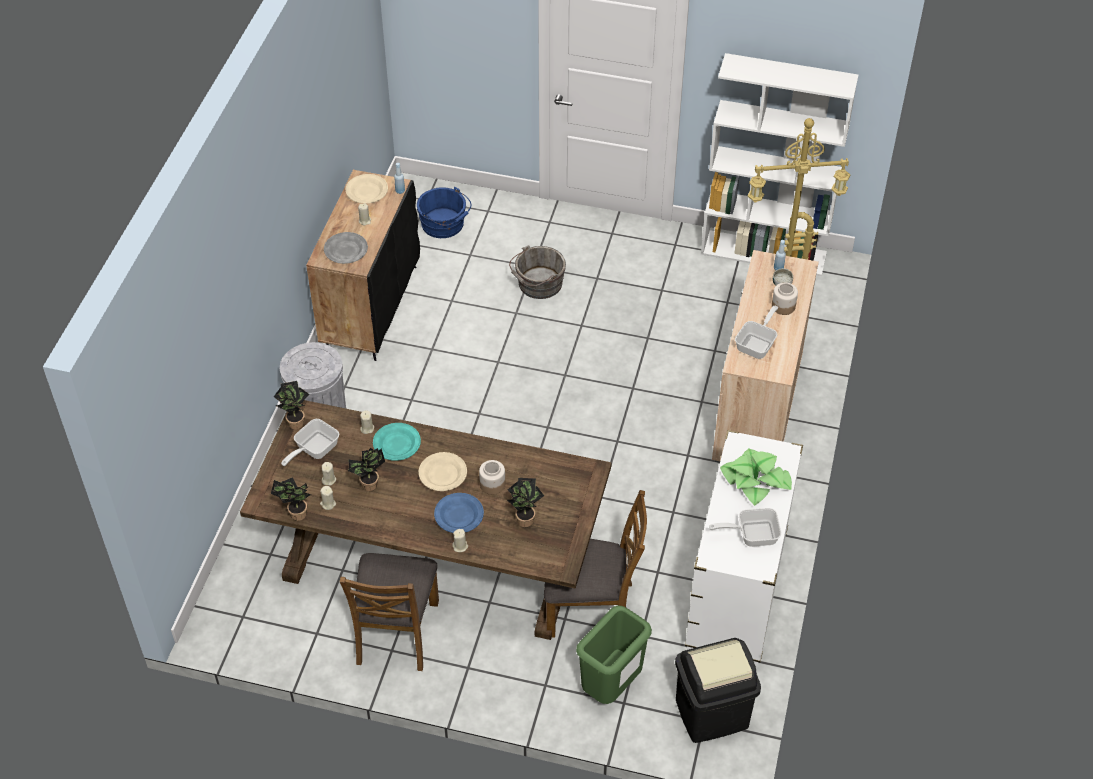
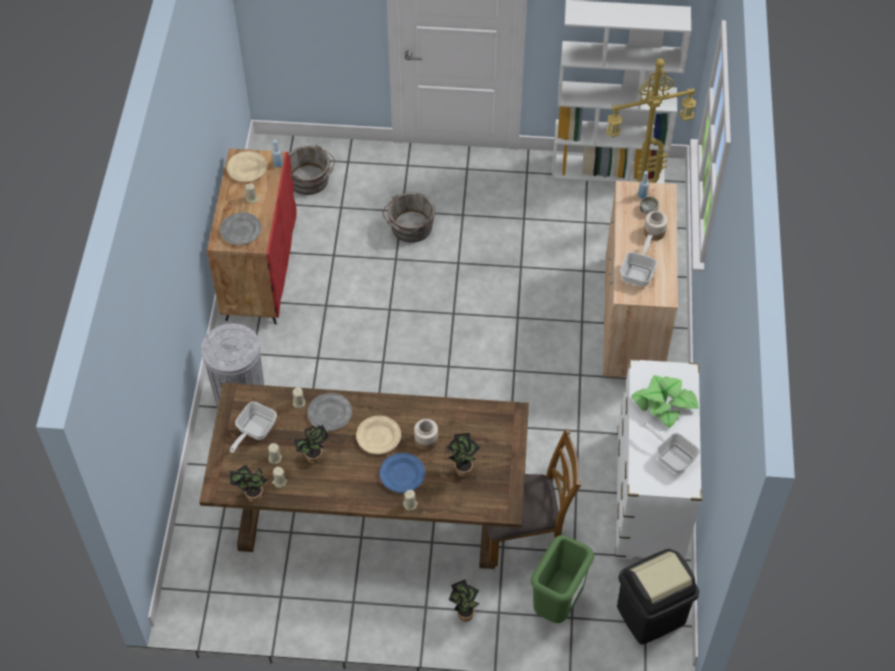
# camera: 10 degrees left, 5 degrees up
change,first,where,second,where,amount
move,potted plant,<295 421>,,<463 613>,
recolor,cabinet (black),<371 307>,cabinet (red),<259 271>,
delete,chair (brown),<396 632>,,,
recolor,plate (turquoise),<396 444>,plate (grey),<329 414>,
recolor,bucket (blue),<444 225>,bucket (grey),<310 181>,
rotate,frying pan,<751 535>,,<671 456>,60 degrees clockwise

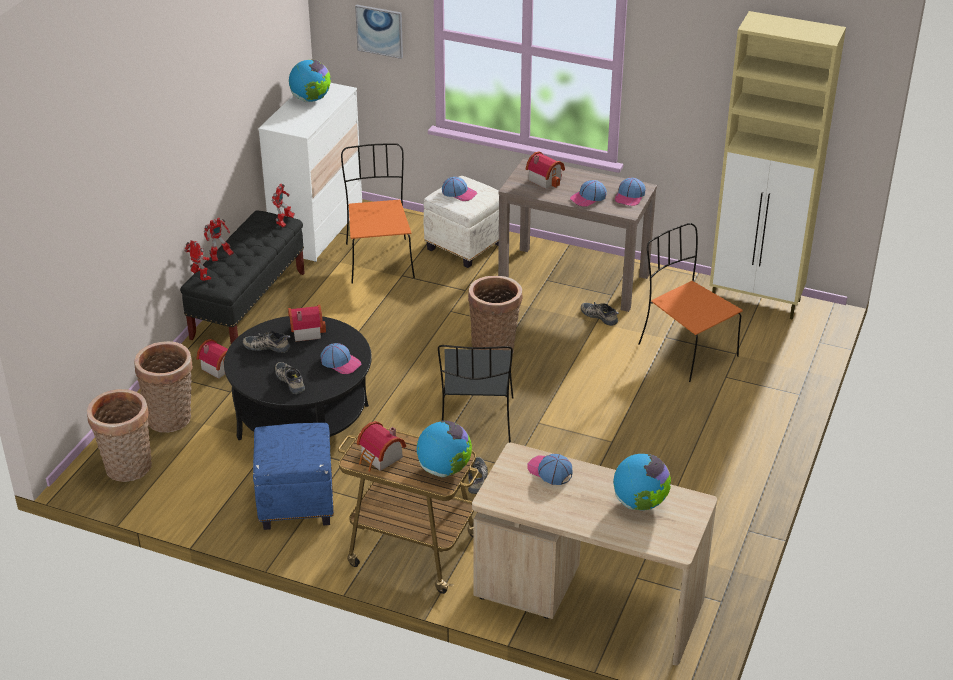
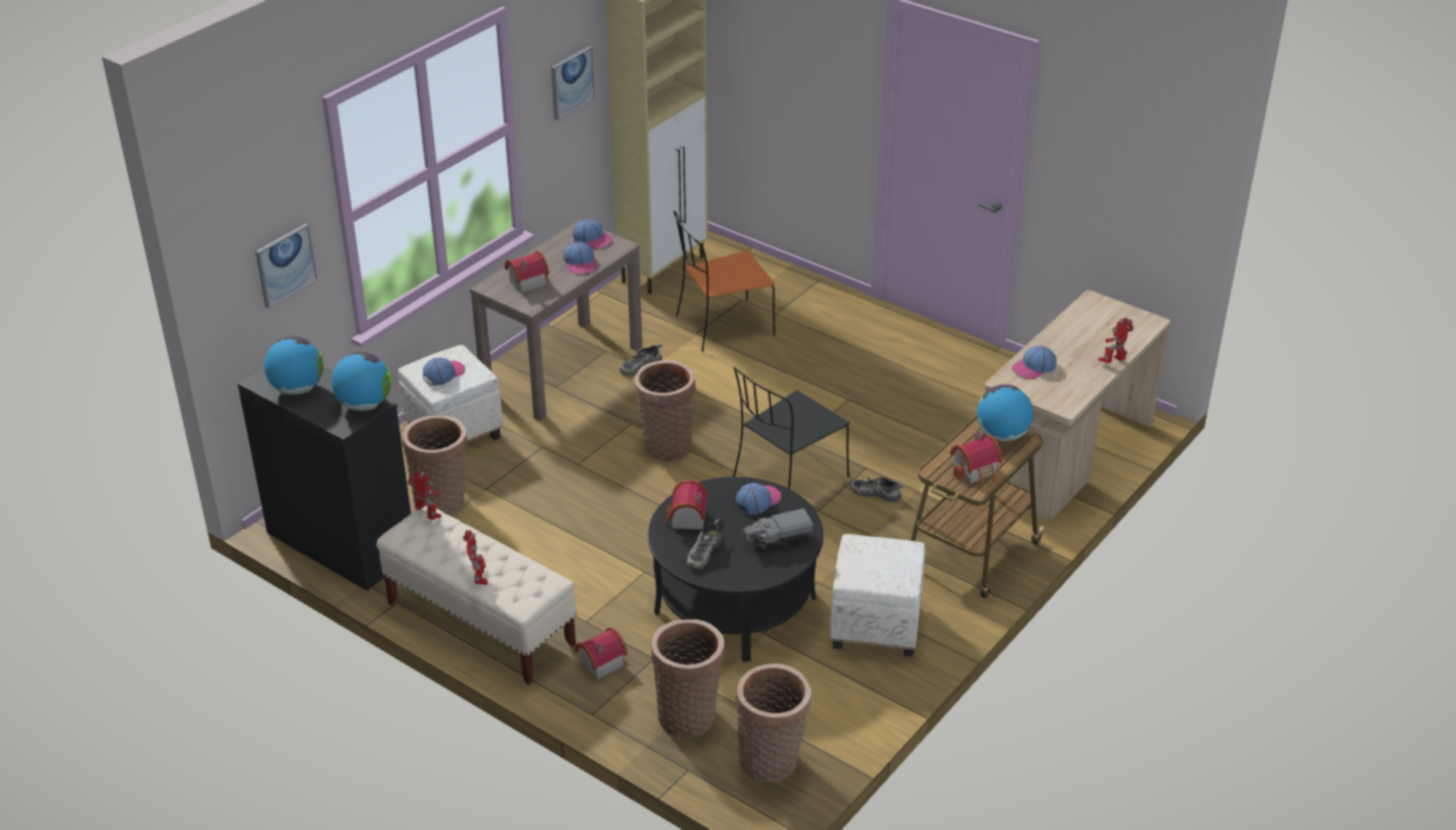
# camera: 75 degrees left, 0 degrees up
change,first,where,second,where,amount
recolor,bench (black),<248 305>,bench (beige),<480 624>,
move,toy robot,<201 278>,,<1113 362>,
recolor,ottoman (blue),<295 502>,ottoman (white),<874 627>,
recolor,dresser (white),<317 229>,dresser (black),<341 544>,
replace,shoe,<291 381>,toy truck,<777 541>,
replace,chair (orange),<379 260>,basket,<442 502>,
rotate,chair (black),<476 424>,,<788 479>,120 degrees clockwise
move,globe,<640 503>,,<364 405>,
insert,,,picture,<571 82>,

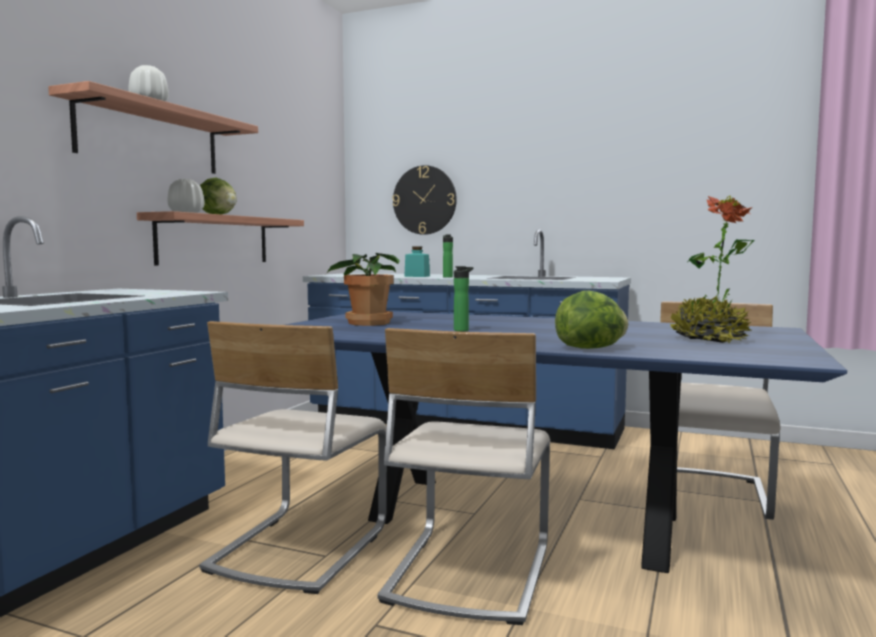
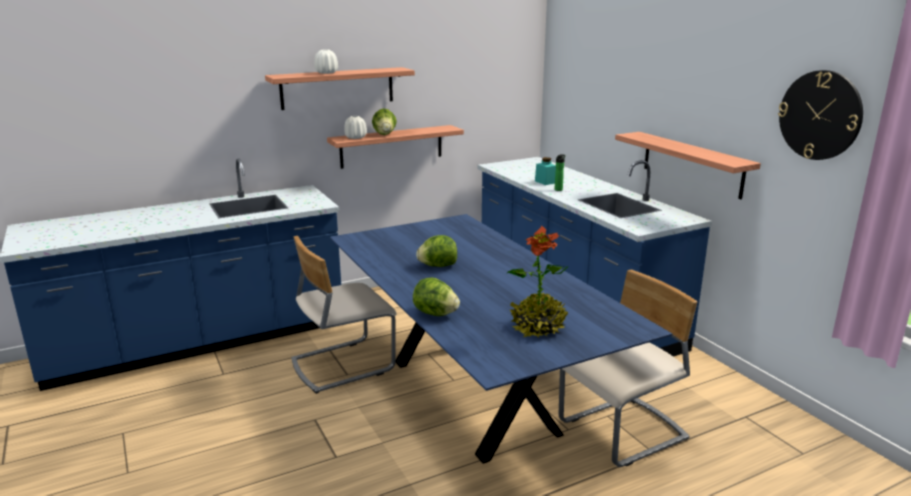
# camera: 40 degrees right, 15 degrees up
change,first,where,second,where,amount
delete,potted plant,<367 323>,,,
delete,chair (beige),<467 572>,,,
move,wall clock,<424 200>,,<820 115>,
replace,bottle,<462 330>,lettuce,<438 266>,
insert,,,shelf,<692 164>,

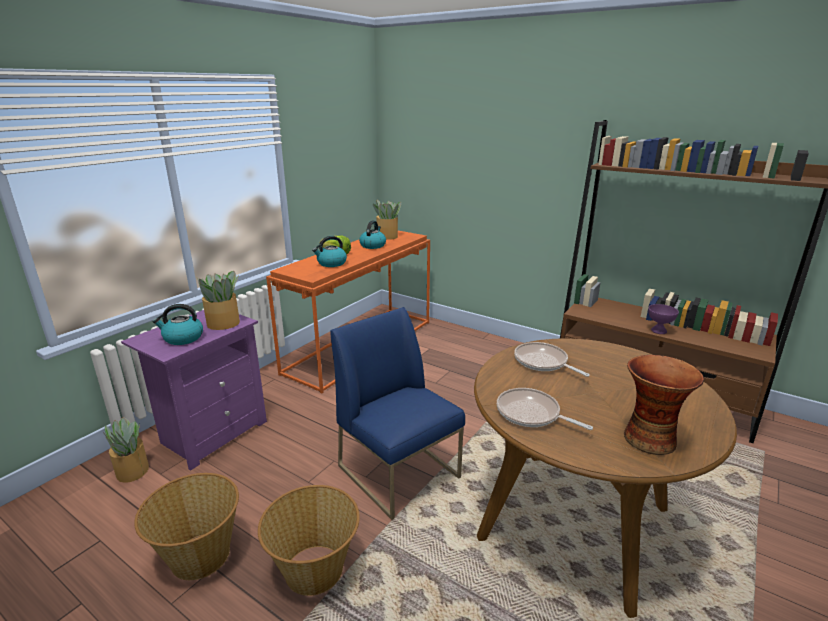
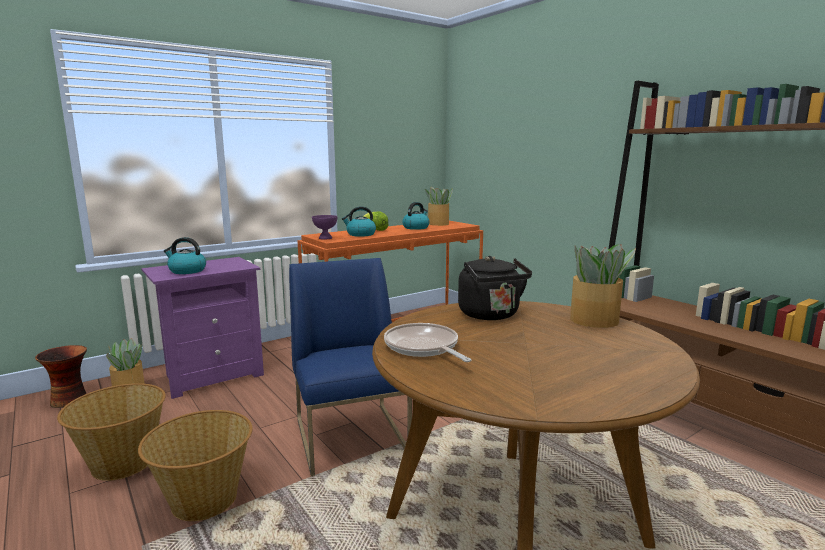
# camera: 20 degrees right, 10 degrees down
change,first,where,second,where,amount
move,potted plant,<224 323>,,<595 320>,
replace,frying pan,<543 362>,kettle (black),<491 315>,
move,vase,<648 438>,,<70 400>,
move,bowl (purple),<659 331>,,<326 238>,

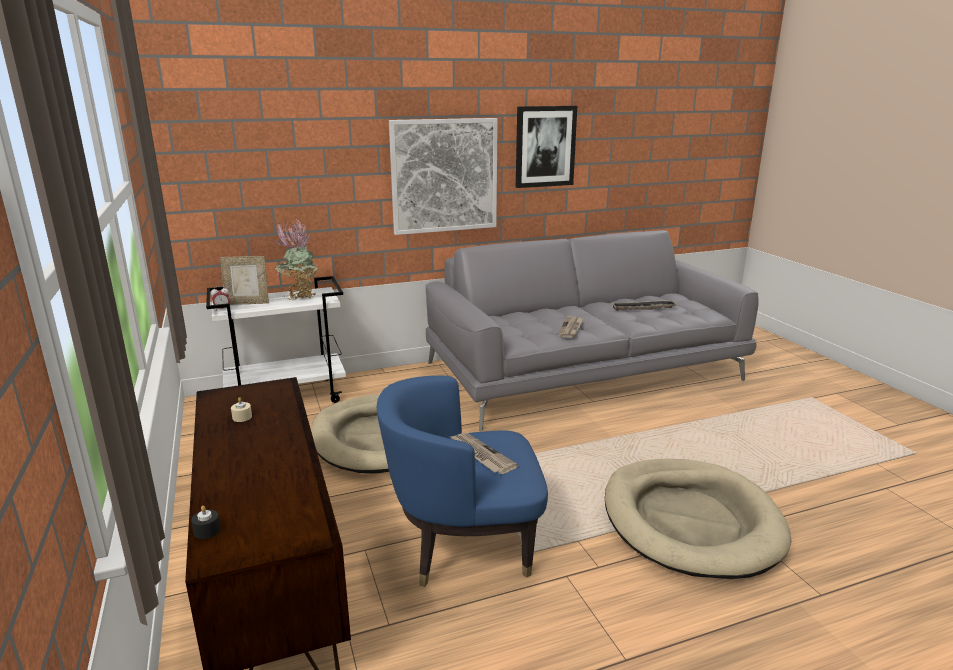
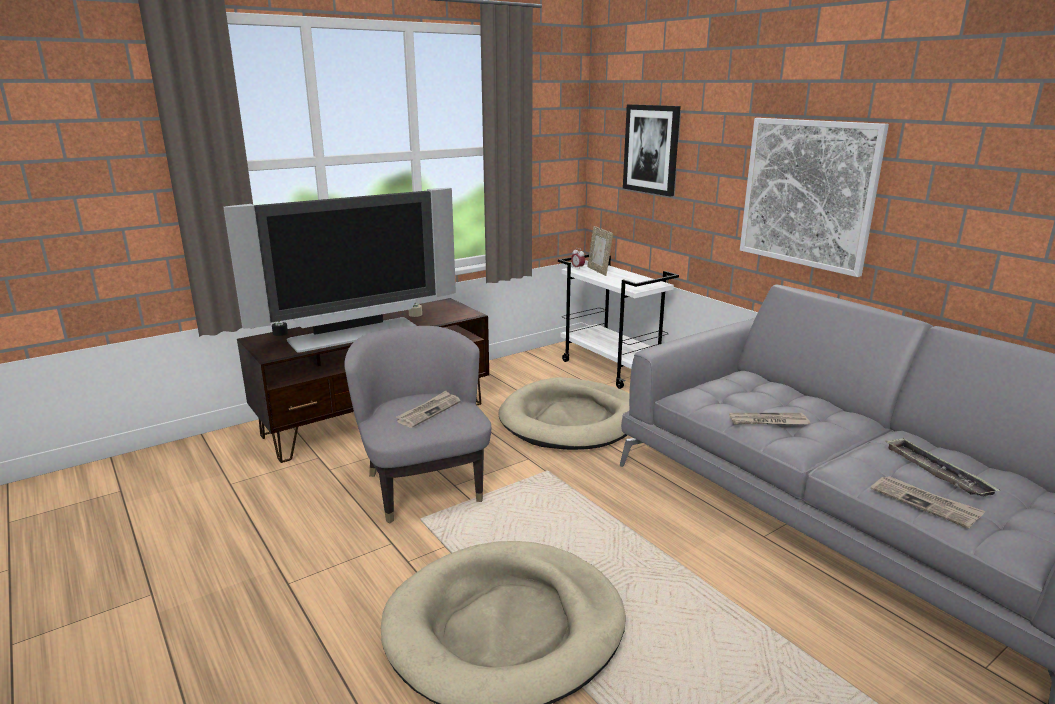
# camera: 75 degrees right, 0 degrees up
change,first,where,second,where,amount
delete,potted plant,<299 296>,,,
recolor,armchair (blue),<464 545>,armchair (grey),<423 485>,
move,picture,<545 146>,,<651 149>,
insert,,,television,<355 335>,
insert,,,newspaper,<925 503>,

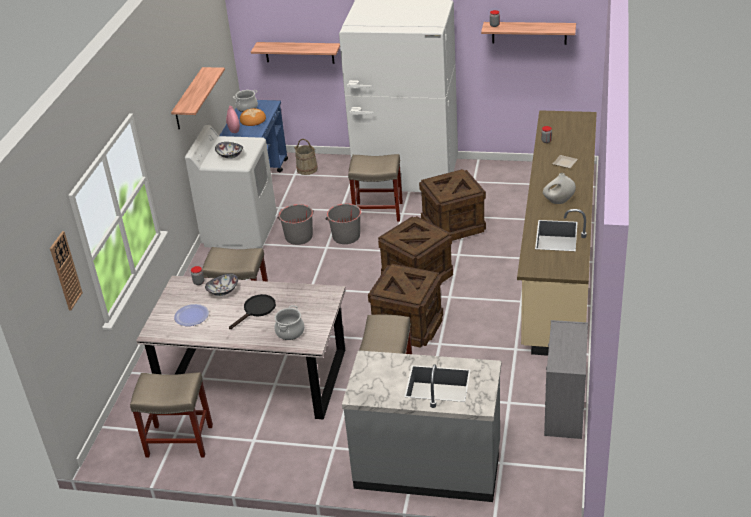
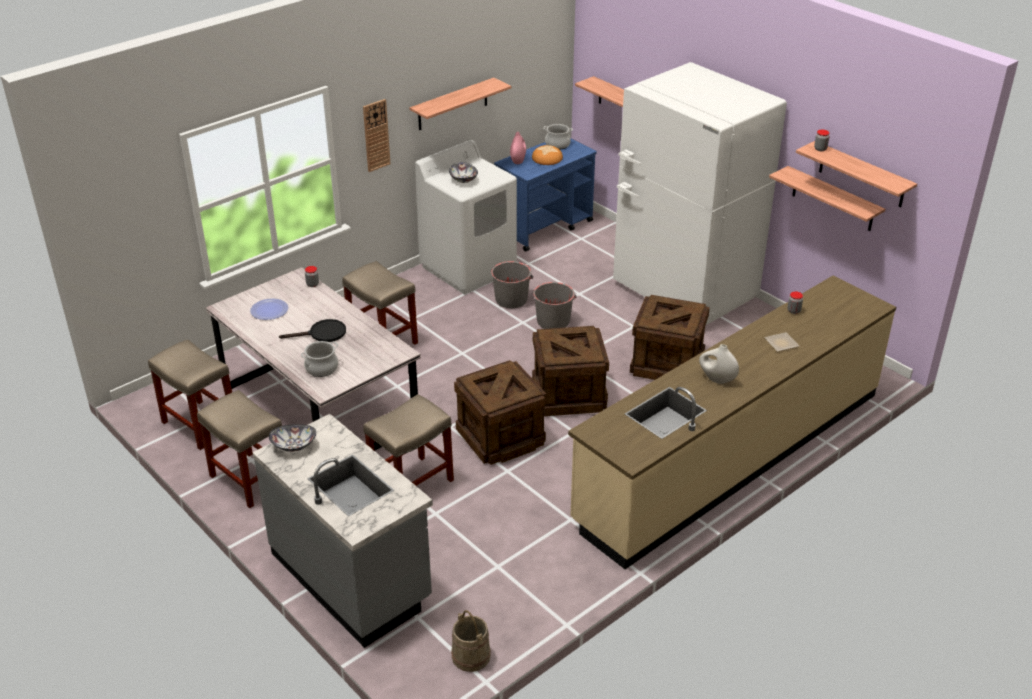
# camera: 35 degrees right, 0 degrees up
change,first,where,second,where,amount
move,wall clock,<65 271>,,<376 135>,
move,bowl,<223 291>,,<294 446>,
move,bucket (beige),<307 169>,,<470 656>,
move,stool (beige),<377 212>,,<249 479>,
delete,dresser (grey),<564 411>,,,
insert,,,shelf,<833 199>,

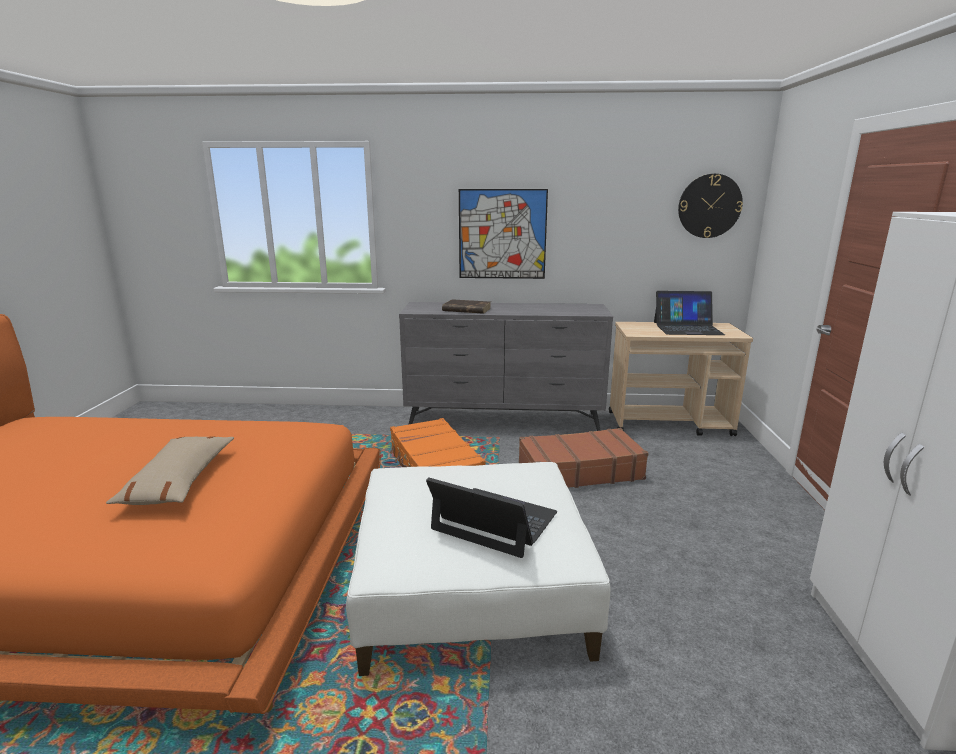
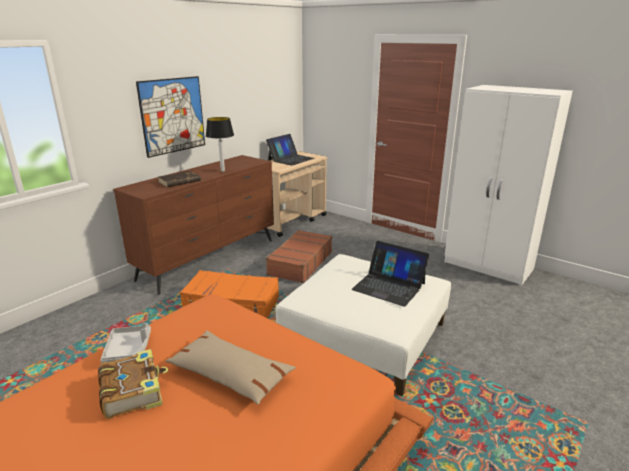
# camera: 55 degrees left, 5 degrees up
change,first,where,second,where,amount
recolor,dresser (grey),<504 421>,dresser (brown),<209 259>,
rotate,laptop,<494 521>,,<389 286>,120 degrees counterclockwise
delete,wall clock,<709 206>,,,
insert,,,book,<133 391>,
insert,,,tray (grey),<128 350>,
insert,,,table lamp,<222 171>,

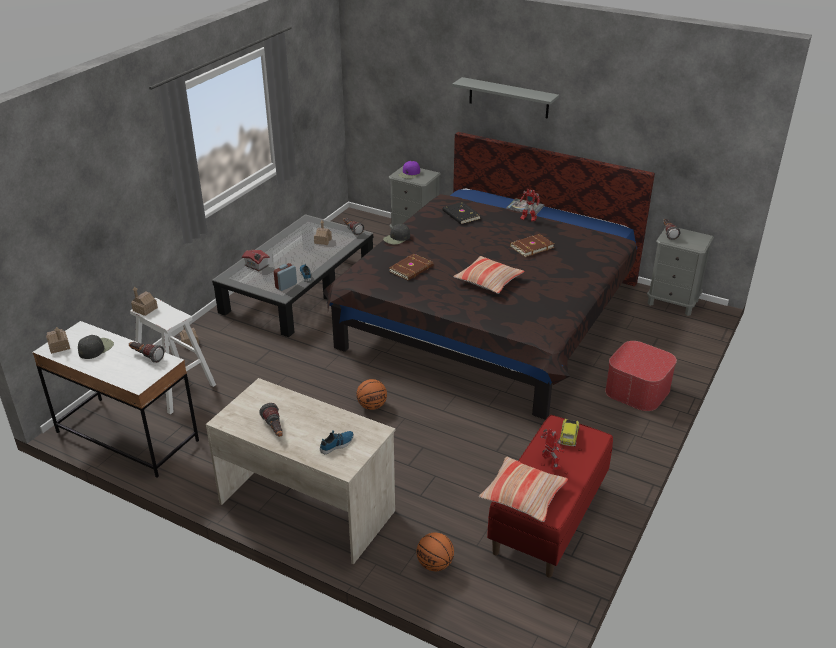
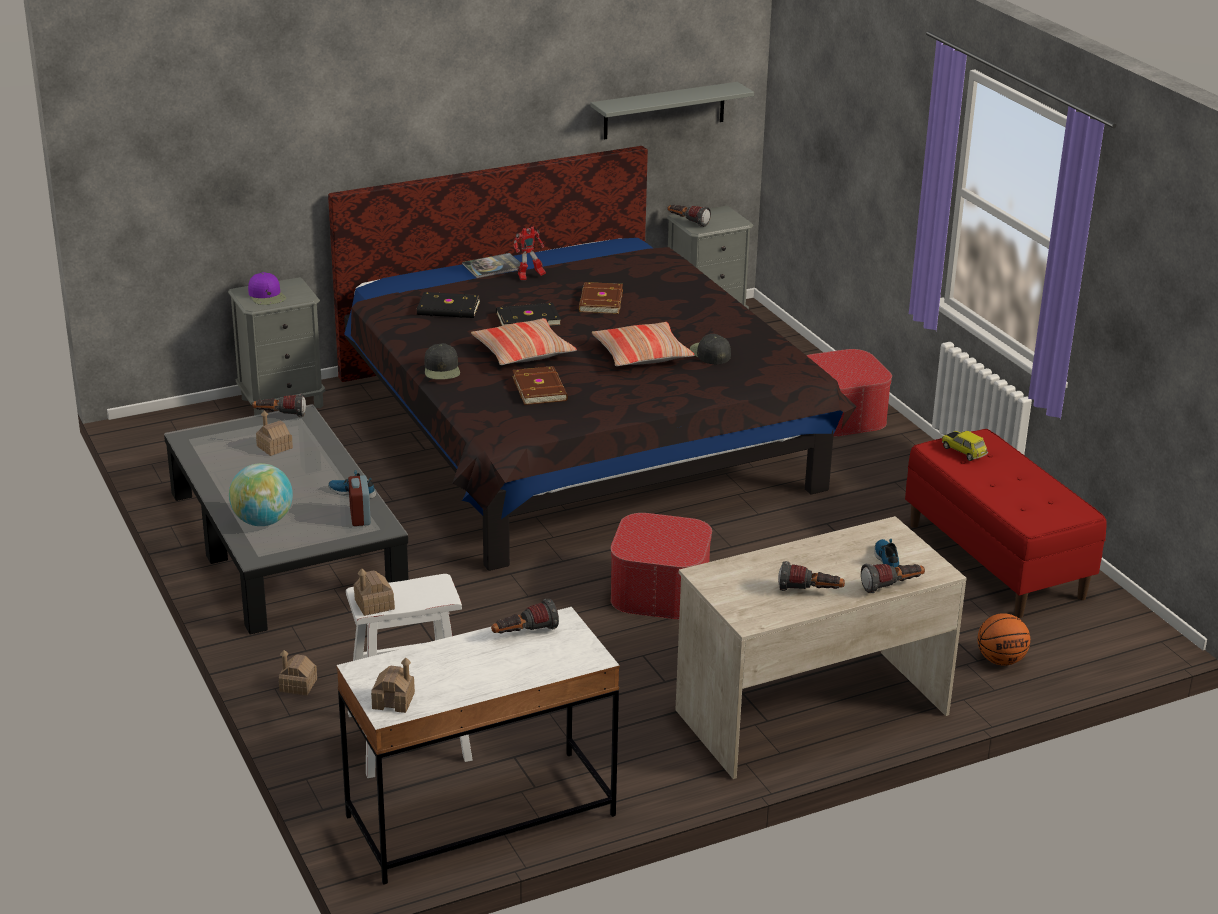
# camera: 55 degrees left, 5 degrees down
change,first,where,second,where,amount
move,cap (black),<96 348>,,<710 353>,
replace,toy house,<256 266>,globe,<263 521>,
replace,basketball,<372 406>,ottoman,<660 591>,
move,shelf (grey),<508 98>,,<664 111>,
move,pillow,<523 495>,,<523 352>,
delete,toy robot,<551 465>,,,
insert,,,book (black),<527 319>,
insert,,,flashlight,<892 587>,

